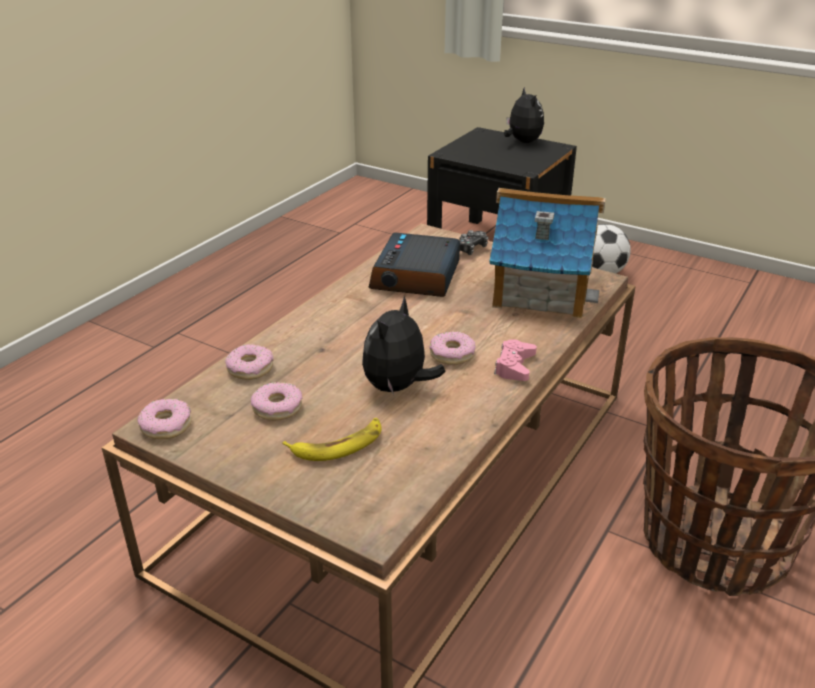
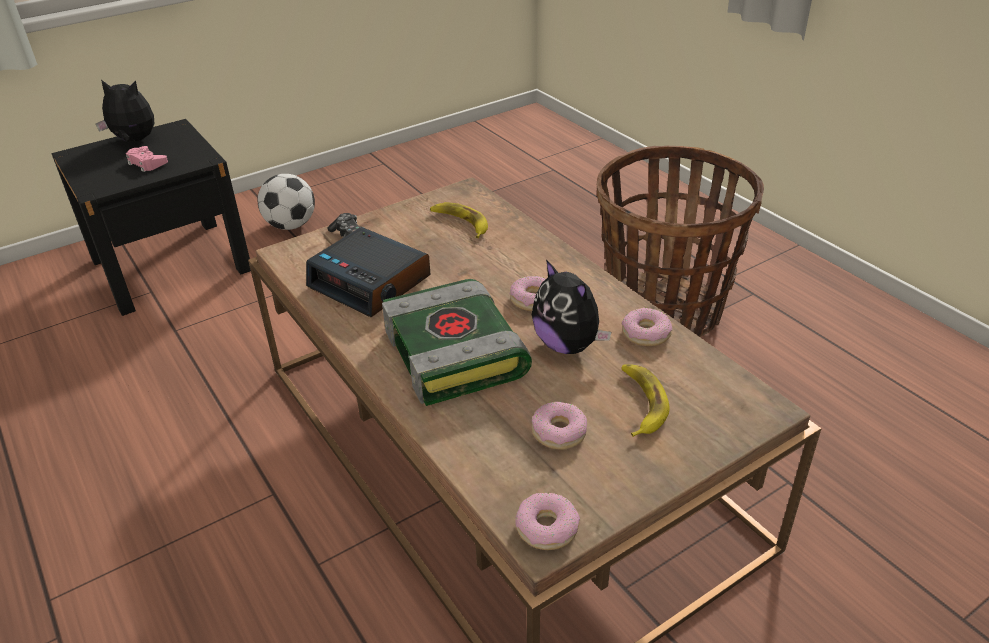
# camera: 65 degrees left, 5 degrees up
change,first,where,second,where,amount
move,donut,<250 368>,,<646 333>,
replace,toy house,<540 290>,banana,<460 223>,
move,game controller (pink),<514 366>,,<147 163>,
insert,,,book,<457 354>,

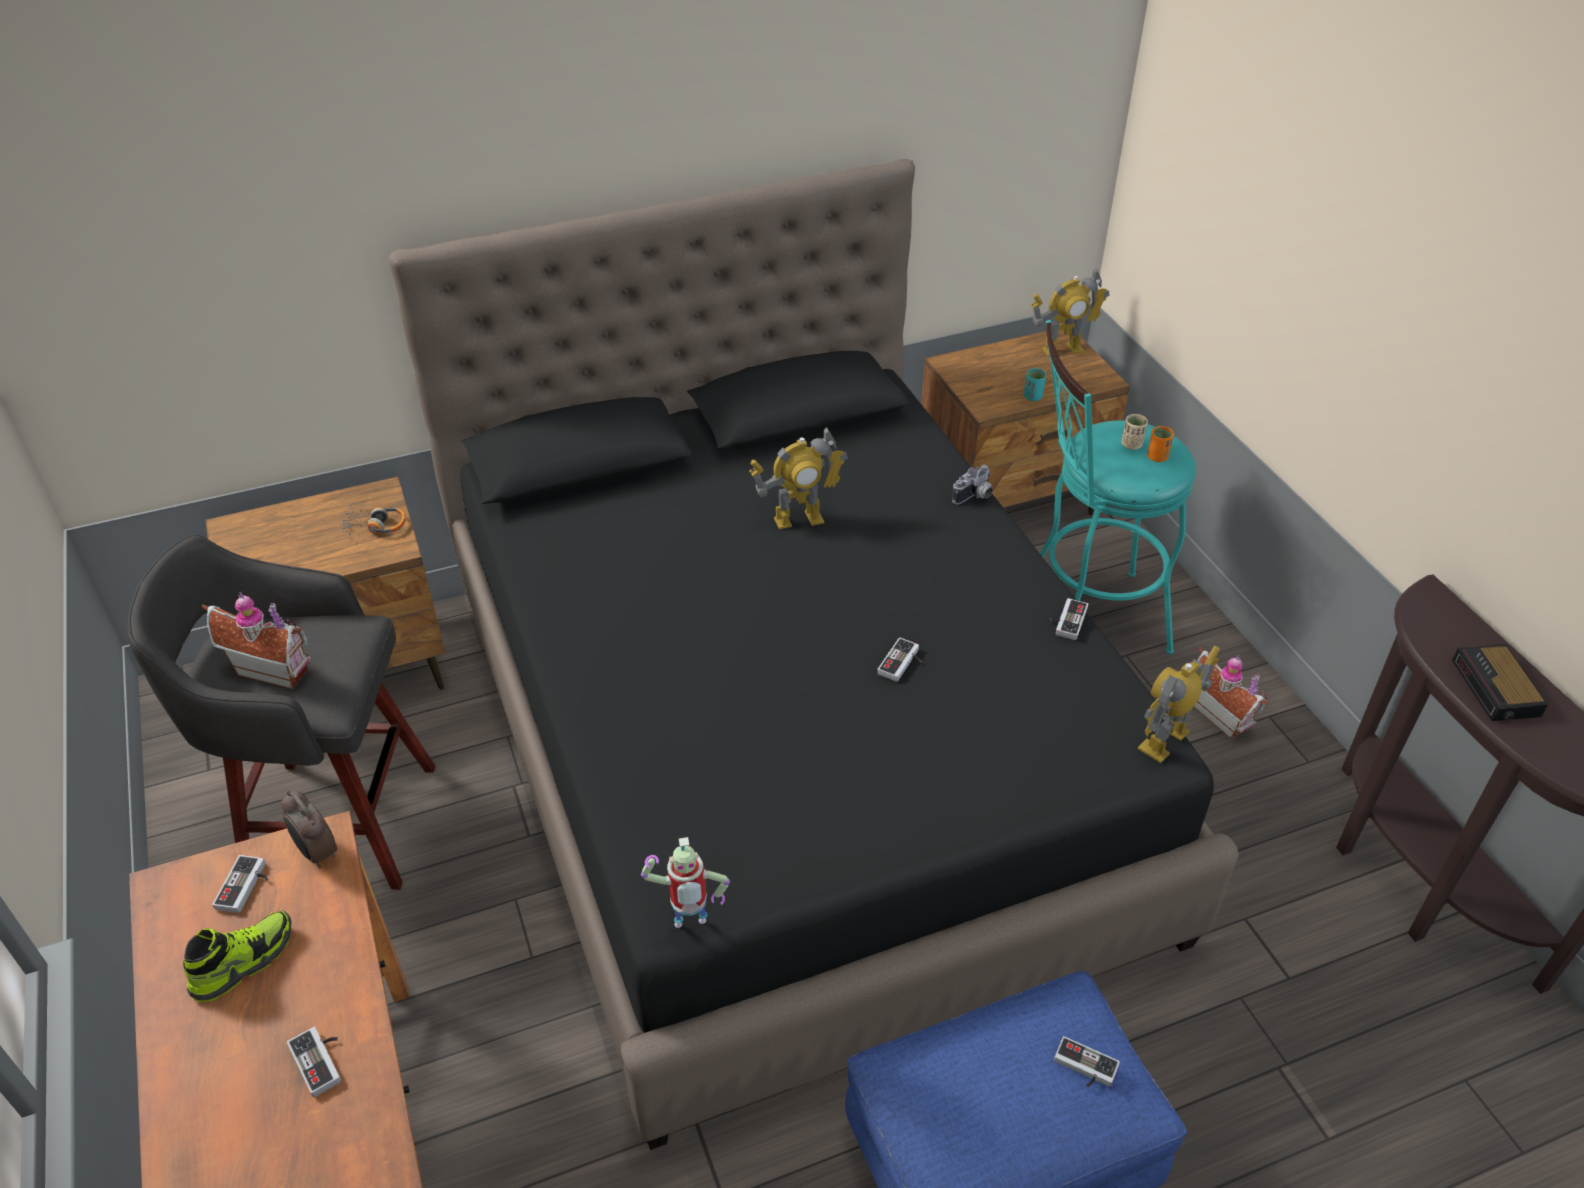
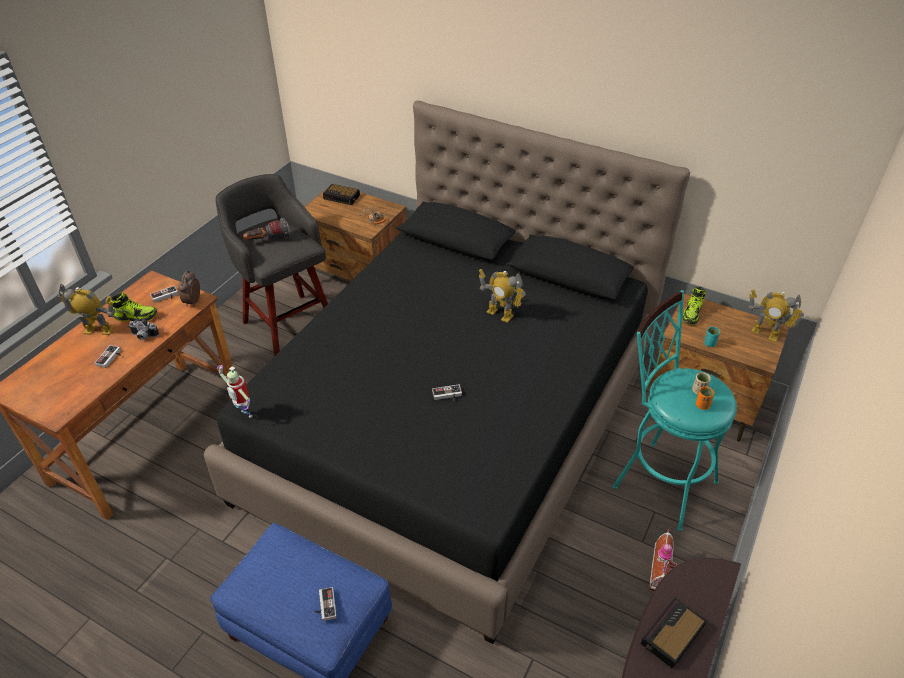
# camera: 50 degrees right, 0 degrees up
change,first,where,second,where,amount
replace,toy house,<275 668>,flashlight,<268 240>,
move,photo camera,<975 496>,,<143 336>,
delete,game controller,<1066 620>,,,
move,toy robot,<1165 741>,,<98 330>,
insert,,,alarm clock,<342 197>,
insert,,,shoe,<692 313>,

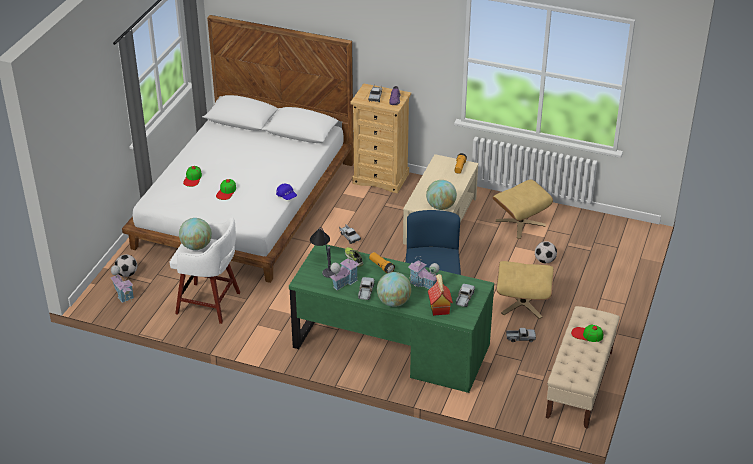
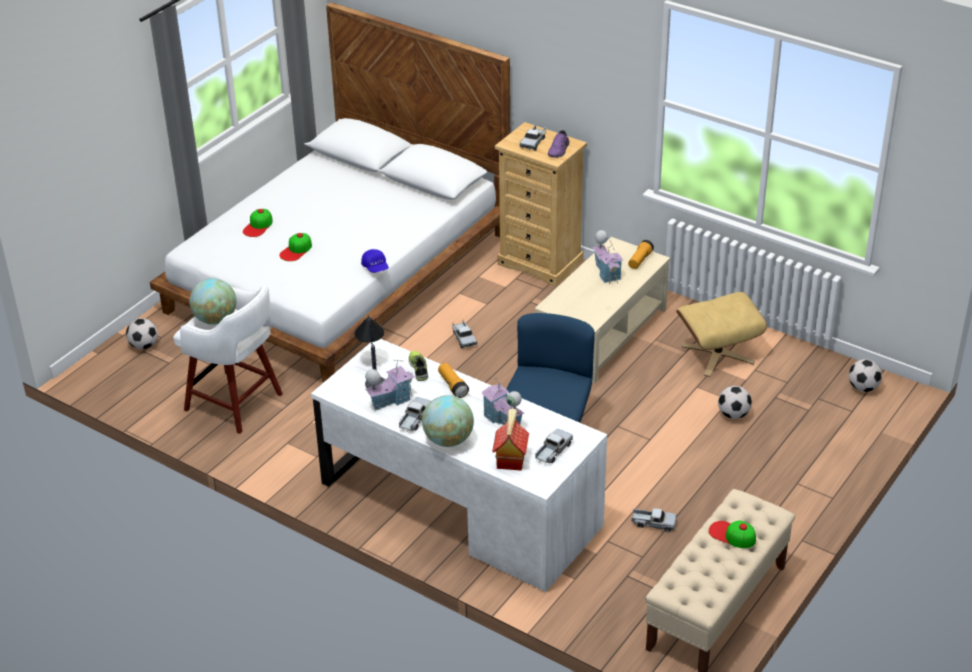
# camera: 15 degrees right, 0 degrees up
change,first,where,second,where,amount
move,toy house,<123 294>,,<607 273>,
recolor,desk (green),<391 347>,desk (white),<460 505>,
delete,globe,<441 206>,,,
delete,ottoman (beige),<523 303>,,,
insert,,,football,<863 388>,

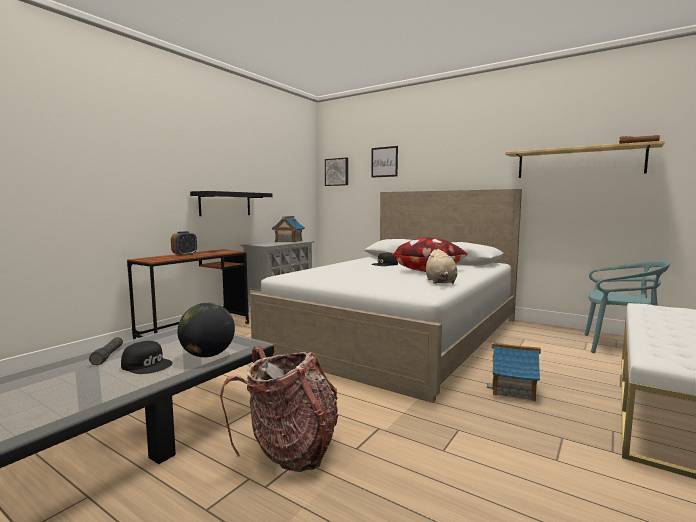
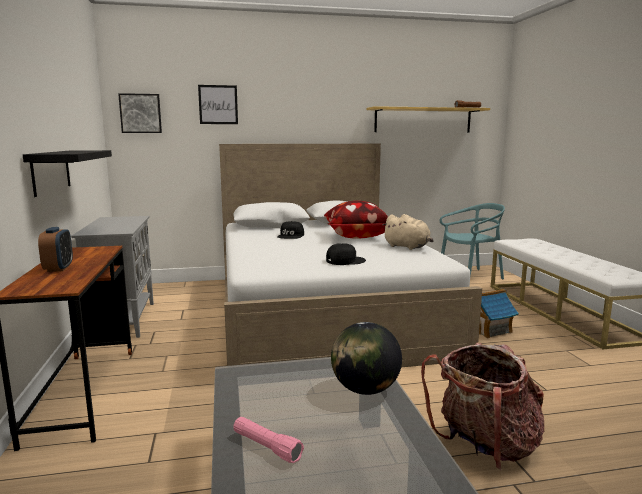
# camera: 45 degrees left, 5 degrees up
change,first,where,second,where,amount
recolor,flashlight (black),<108 356>,flashlight (pink),<266 447>,
move,cap (black),<147 365>,,<345 261>,
delete,toy house,<288 241>,,,

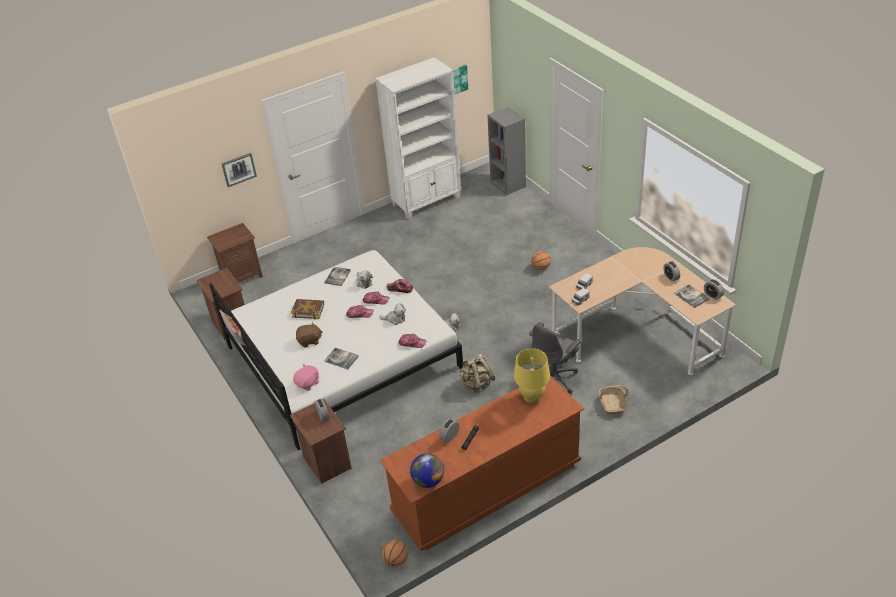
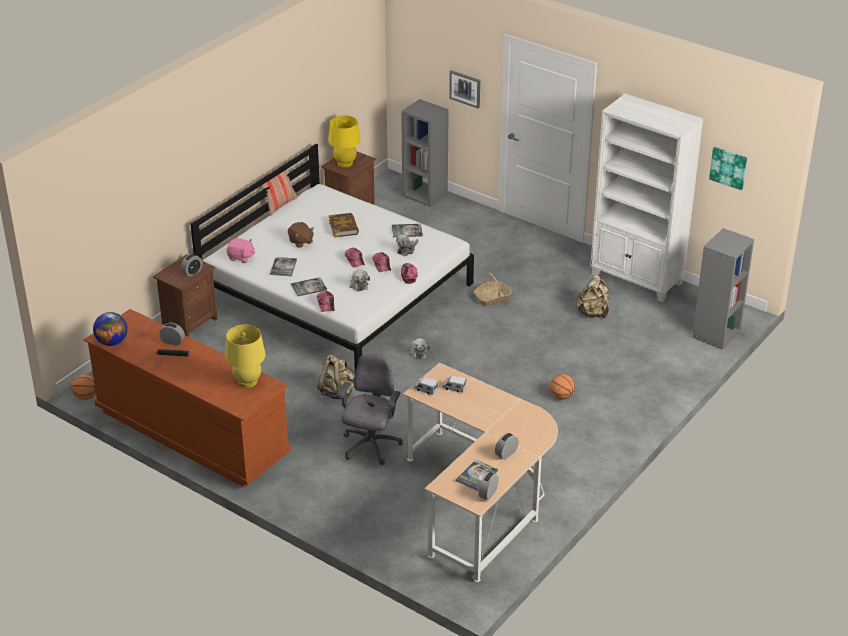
# camera: 65 degrees right, 5 degrees down
change,first,where,second,where,amount
replace,nightstand (brown),<241 276>,bookcase (grey),<425 195>,
rotate,office chair (grey),<554 379>,,<370 446>,90 degrees clockwise
move,basket,<612 404>,,<492 298>,
insert,,,book,<309 287>,
insert,,,table lamp (yellow),<345 163>,
insert,,,backpack (beige),<593 313>,

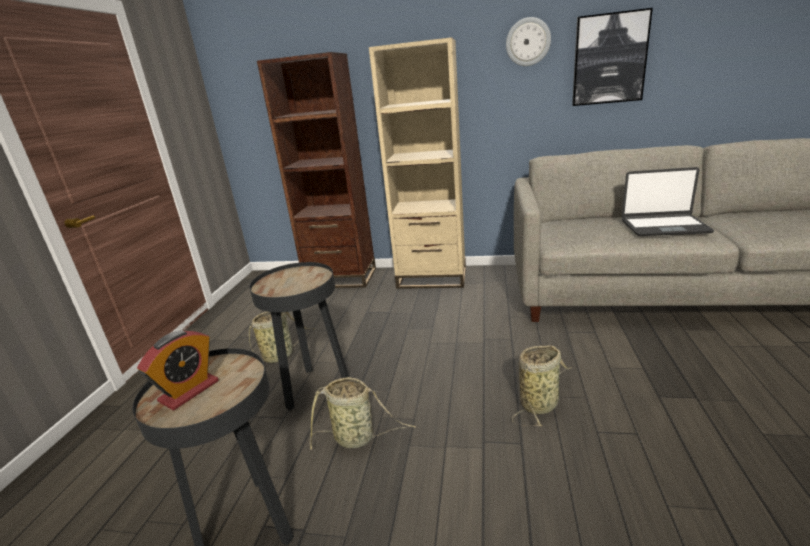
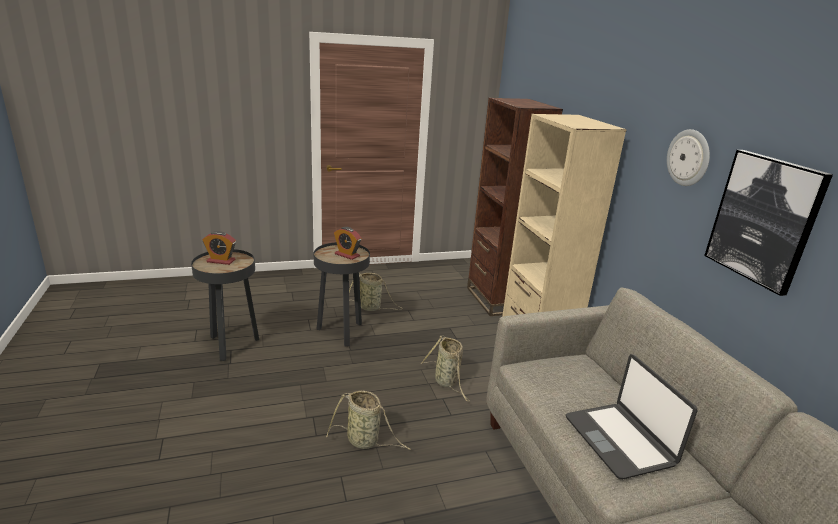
# camera: 60 degrees right, 0 degrees up
change,first,where,second,where,amount
move,basket,<357 438>,,<447 382>,
insert,,,alarm clock,<347 255>,

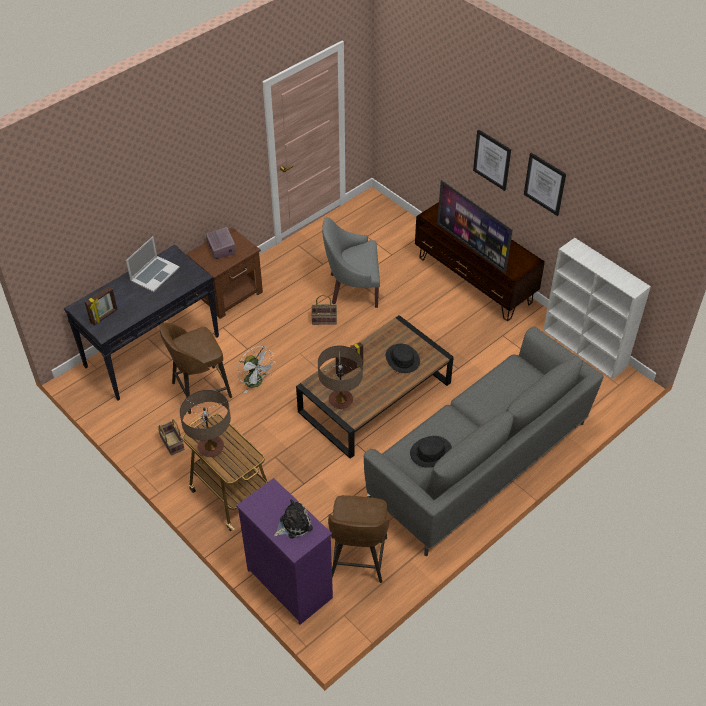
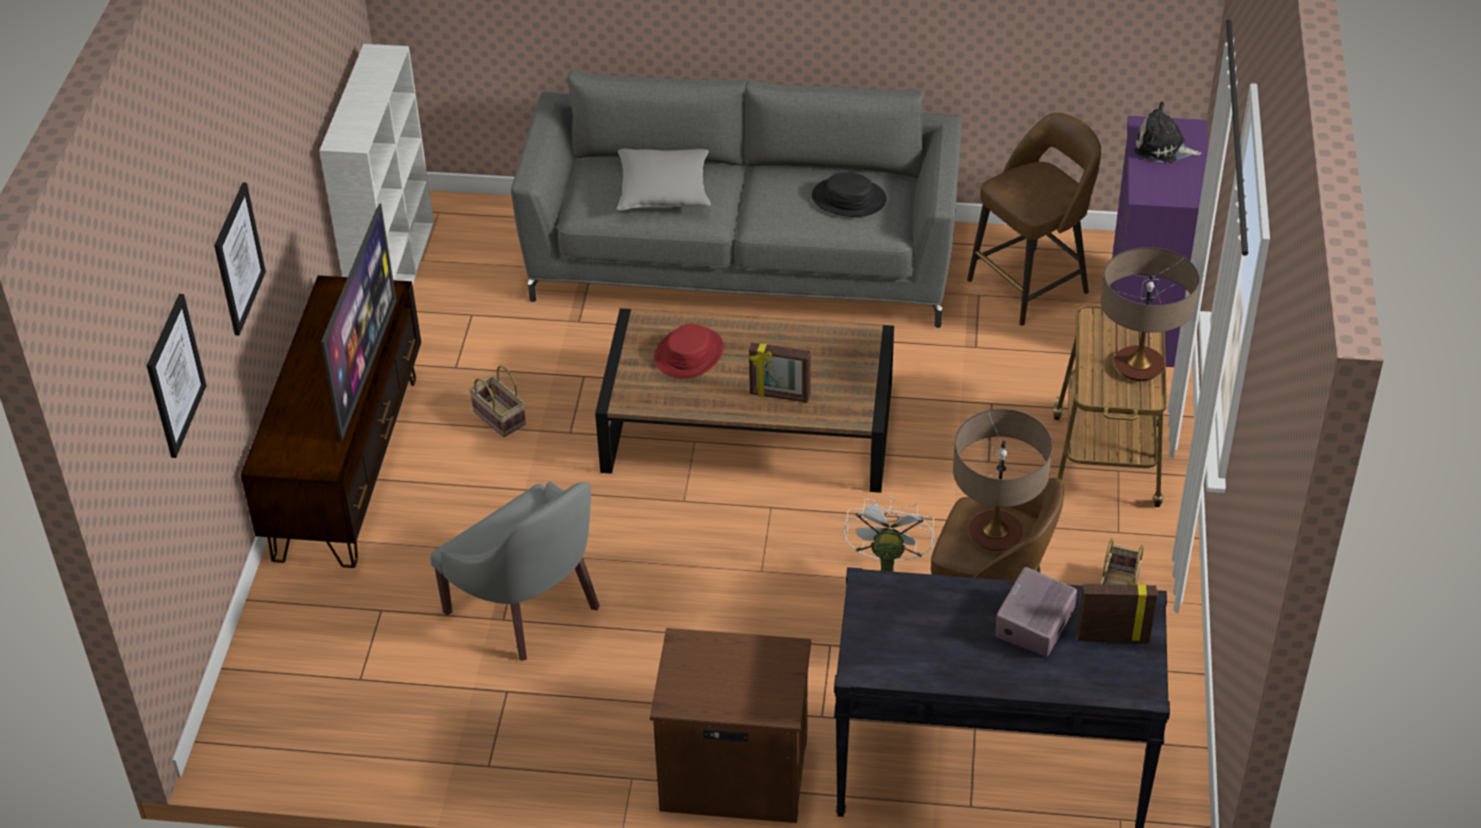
# camera: 130 degrees left, 5 degrees down
change,first,where,second,where,amount
delete,laptop,<154 274>,,,
move,radio,<221 248>,,<1034 624>,
move,basket,<325 319>,,<497 417>,
move,table lamp,<341 400>,,<995 534>,
recolor,hat (black),<402 359>,hat (red),<689 354>,
move,picture,<545 184>,,<175 375>,
insert,,,pillow (grey),<664 191>,

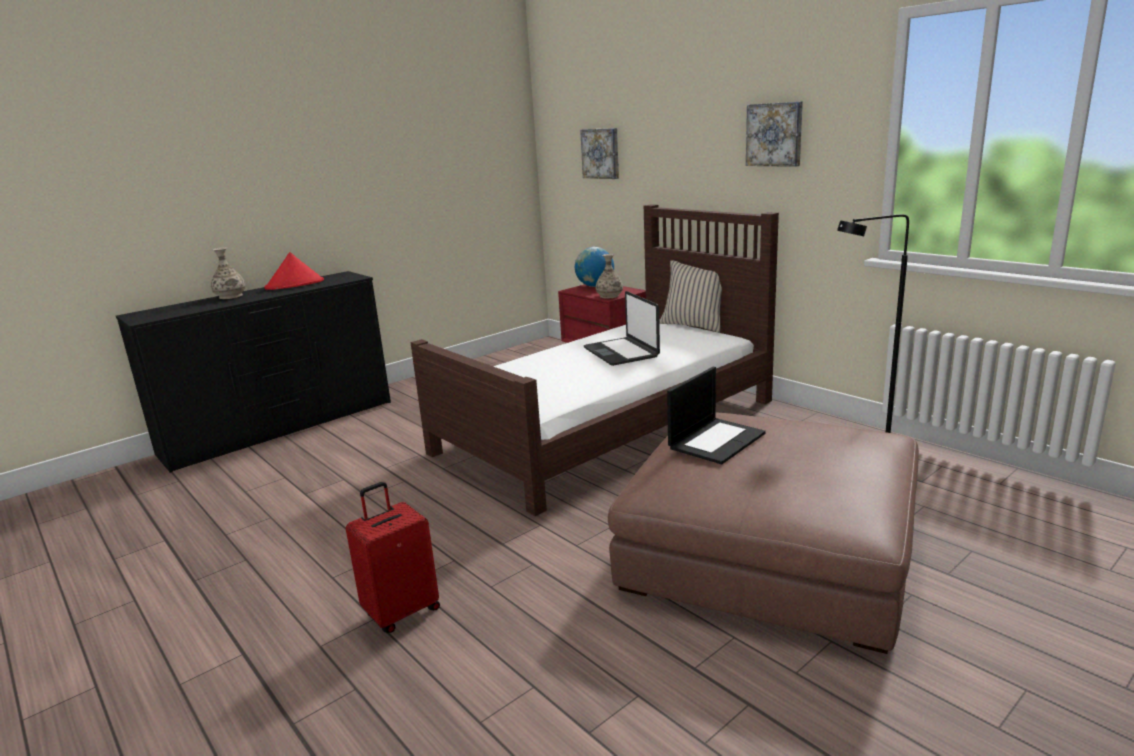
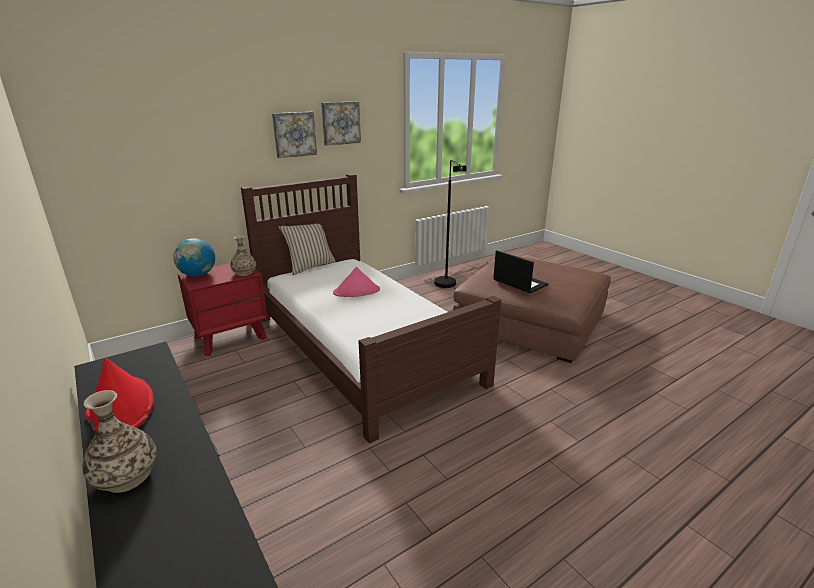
# camera: 85 degrees left, 5 degrees up
change,first,where,second,where,amount
delete,suitcase (red),<401 612>,,,
move,picture,<601 153>,,<294 134>,
replace,laptop,<621 352>,hat (pink),<357 291>,

